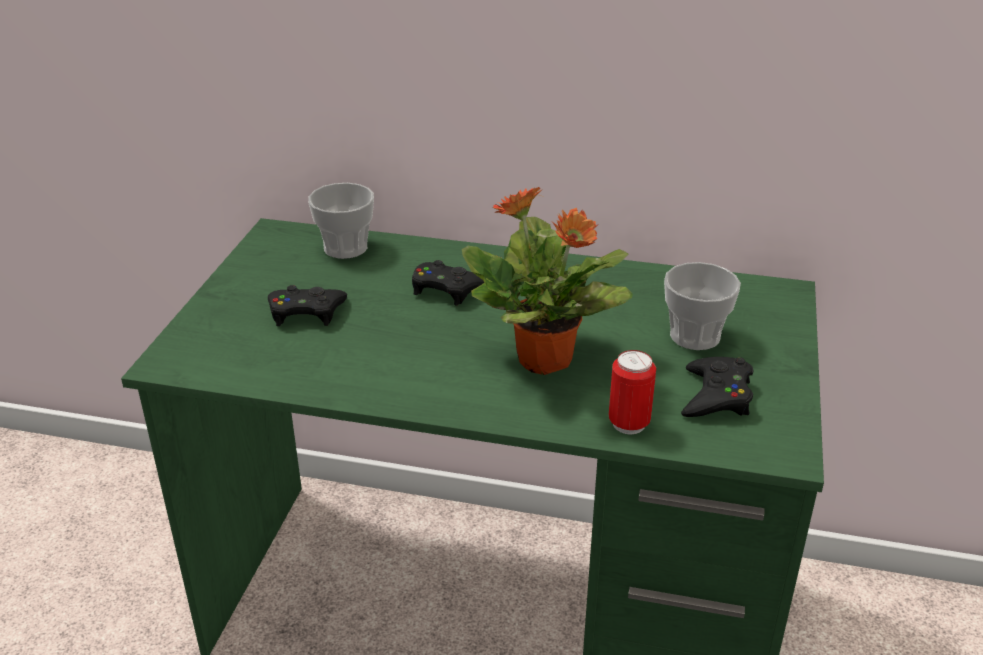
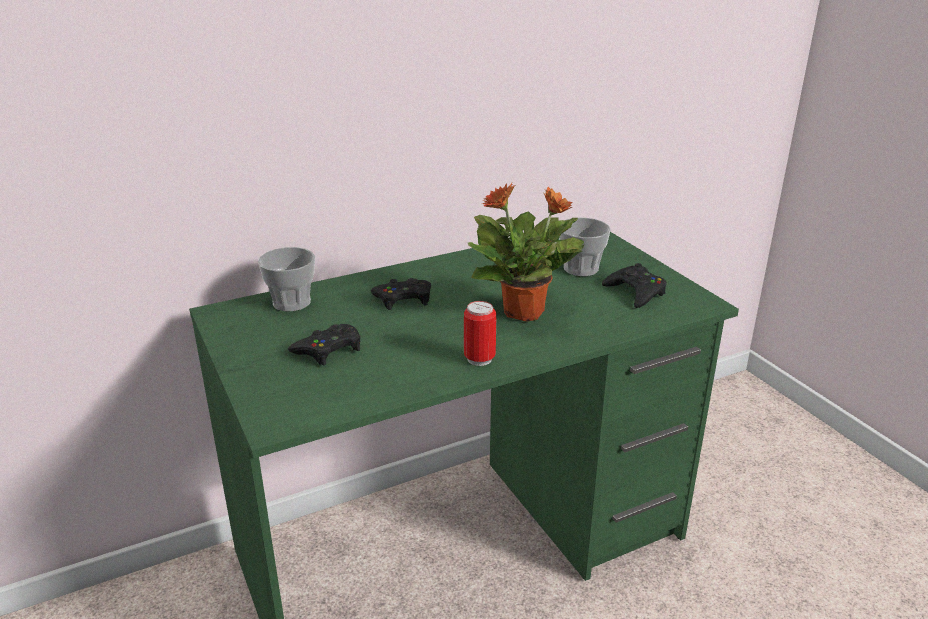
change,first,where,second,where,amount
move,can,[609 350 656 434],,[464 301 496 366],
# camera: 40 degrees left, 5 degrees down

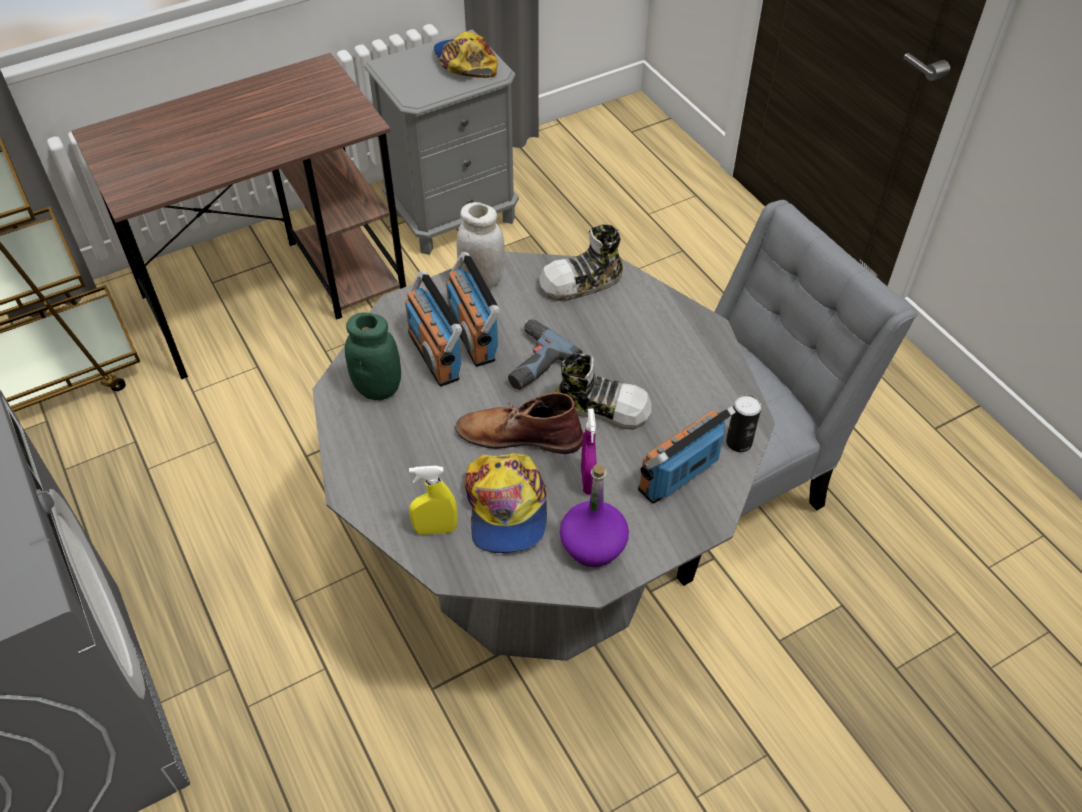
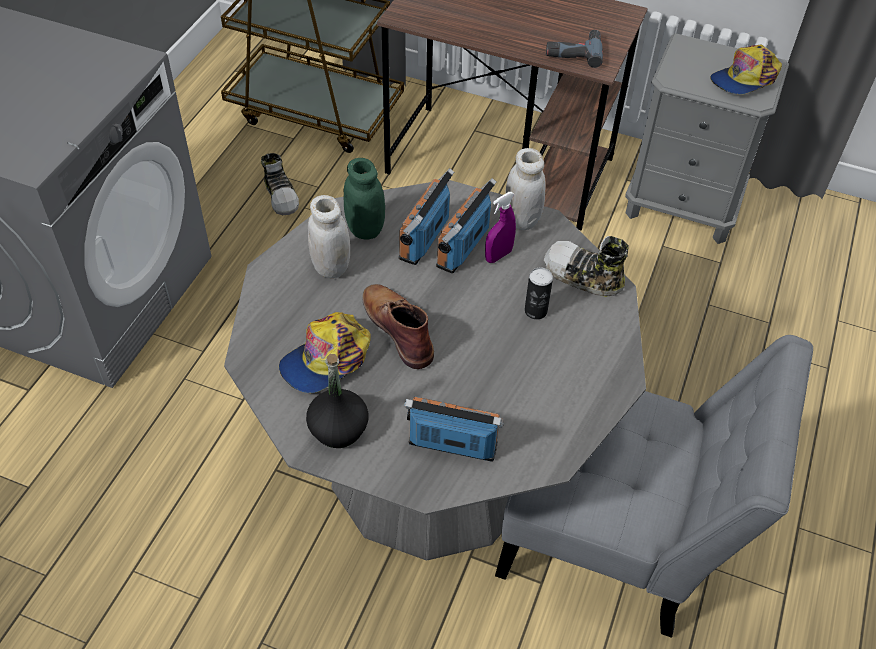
change,first,where,second,where,amount
delete,yellow_spray_bottle,[409 466 458 535],,,
rotate,cap,[434 32 498 78],,[710 45 782 94],150 degrees counterclockwise
move,power_drill,[508 319 583 390],,[546 29 603 68],
move,shoe,[555 353 652 430],,[261 153 299 215],
recolor,purple_bottle,[560 464 629 567],black_bottle,[306 354 369 448],
move,purple_spray_bottle,[581 409 597 495],,[485 192 516 263],
move,can,[726 395 762 452],,[525 268 553 320],
insert,,,white_jar,[308 195 350 278],
# camera: 50 degrees right, 0 degrees up

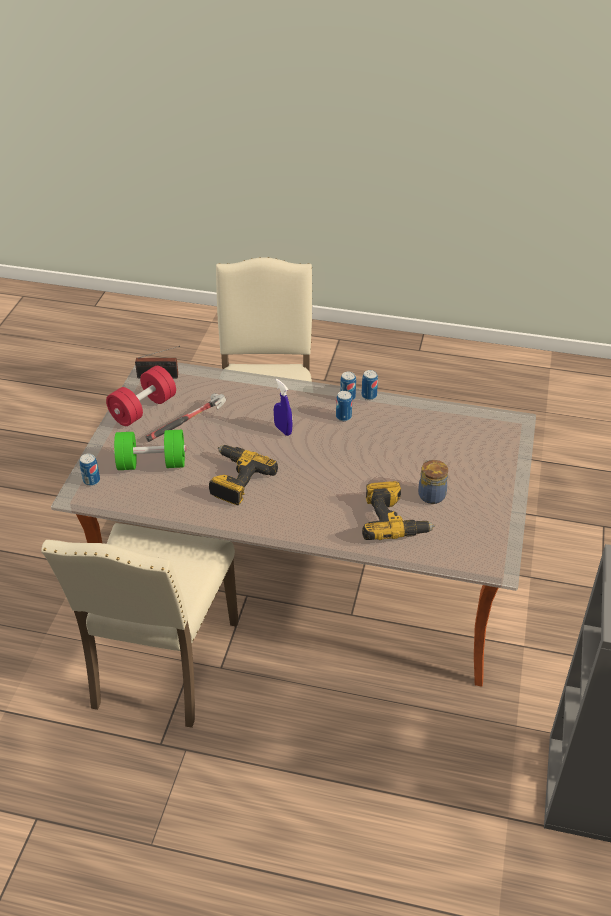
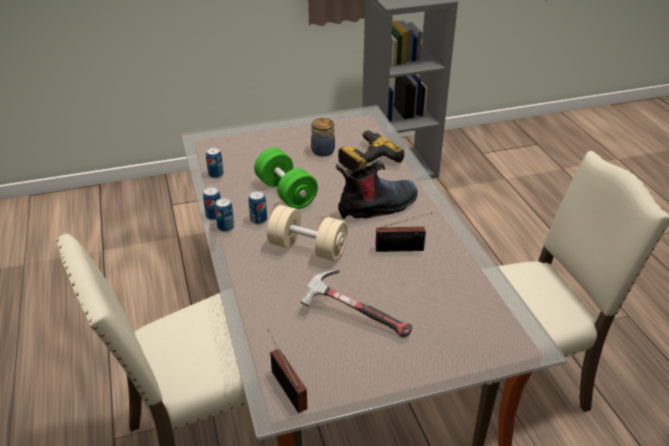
change,first,where,second,where,amount
move,can,[79 454 100 486],,[206 147 224 178],
delete,red_dumbbell,[106 366 176 426],,,
move,green_dumbbell,[114 430 186 470],,[254 148 318 209],
replace,power_drill,[209 445 278 505],radio,[375 213 432 252],
replace,blue_spray_bottle,[274 379 292 436],beige_dumbbell,[267 205 348 261],
insert,,,boot,[336 161 418 219],
# camera: 120 degrees left, 5 degrees down

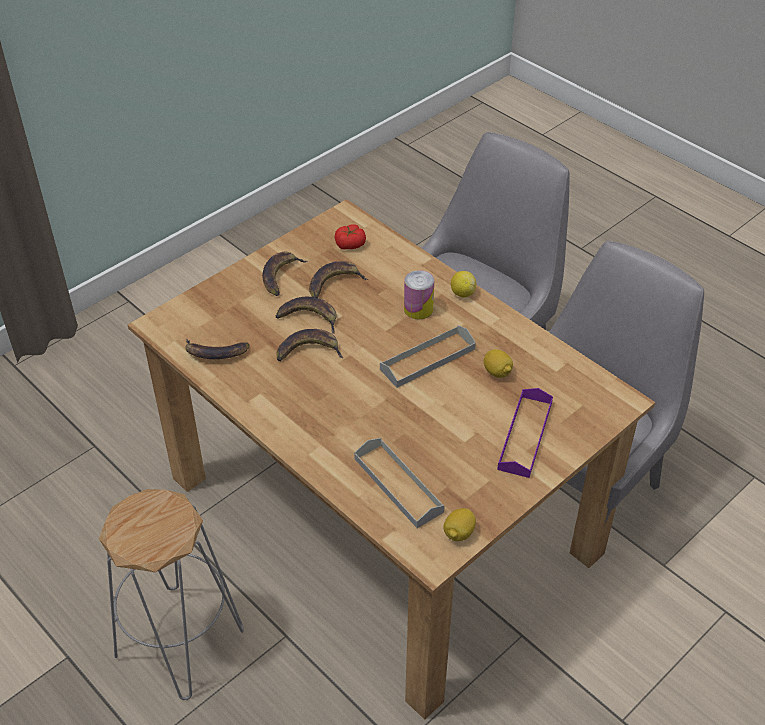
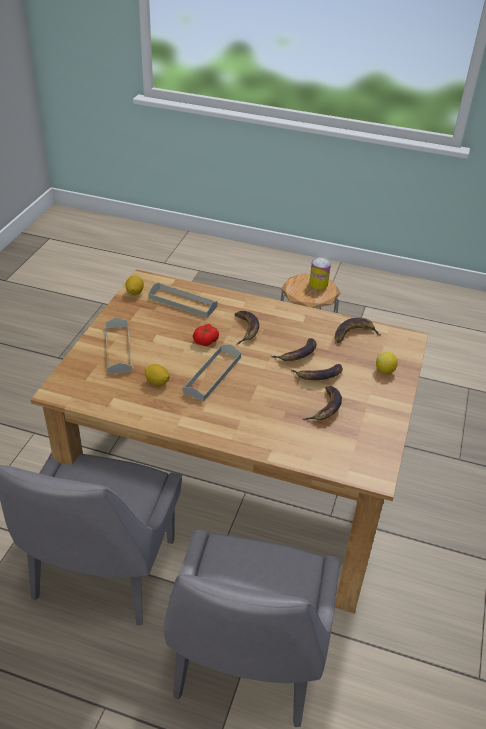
change,first,where,second,where,amount
move,banana,[262 252 307 296],,[235 311 259 345],
move,tomato,[335 224 366 250],,[193 324 219 346],
move,can,[404 270 434 320],,[309 257 331 289],
move,lemon,[451 271 476 298],,[376 352 398 373],
recolor,purple_tray,[497 388 553 478],grey_tray,[105 317 132 374],
# camera: 150 degrees right, 5 degrees down

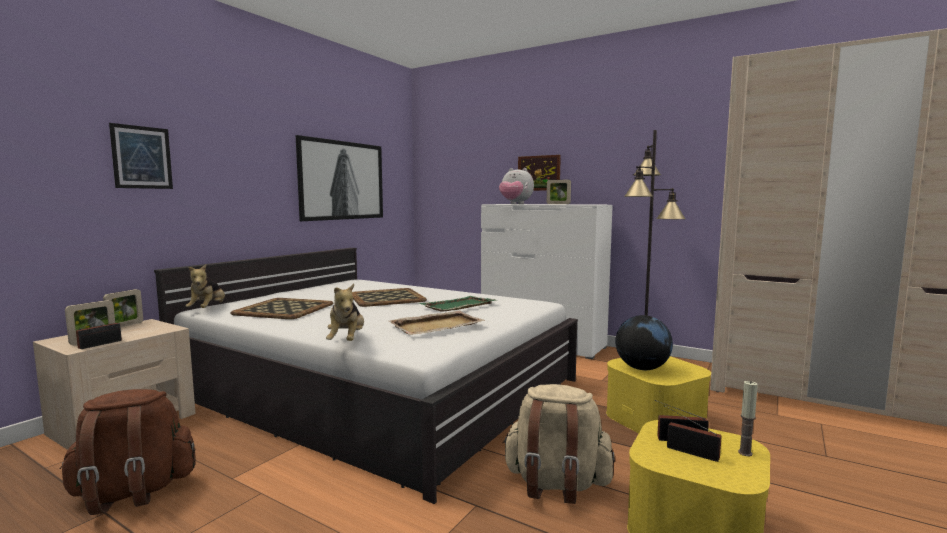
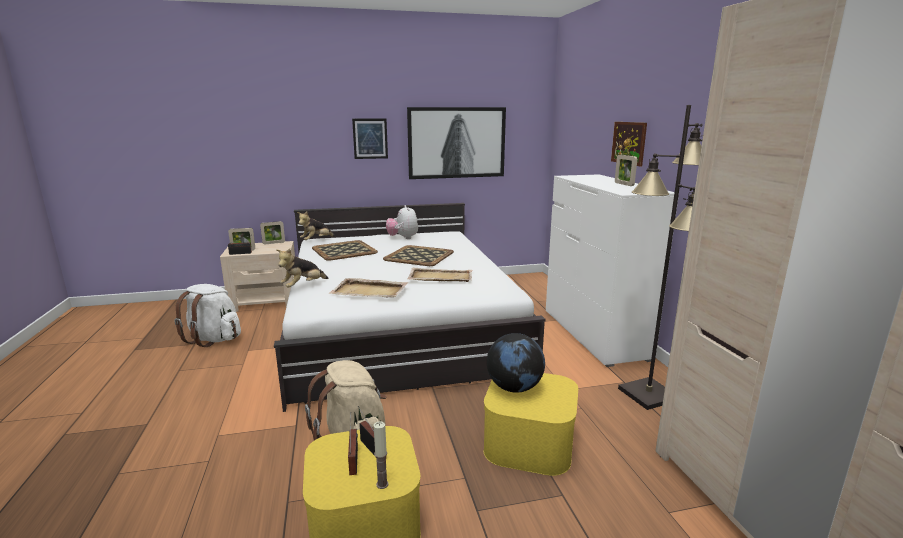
change,first,where,second,where,amount
recolor,brown_backpack,[59 389 196 515],white_backpack,[174 284 241 347],
move,picture,[109 123 173 189],,[352 119 388 159],
recolor,green_tray,[418 296 497 312],beige_tray,[407 268 472 282],
move,plush_toy,[499 168 534 204],,[386 205 418 239],
# camera: 45 degrees right, 10 degrees up

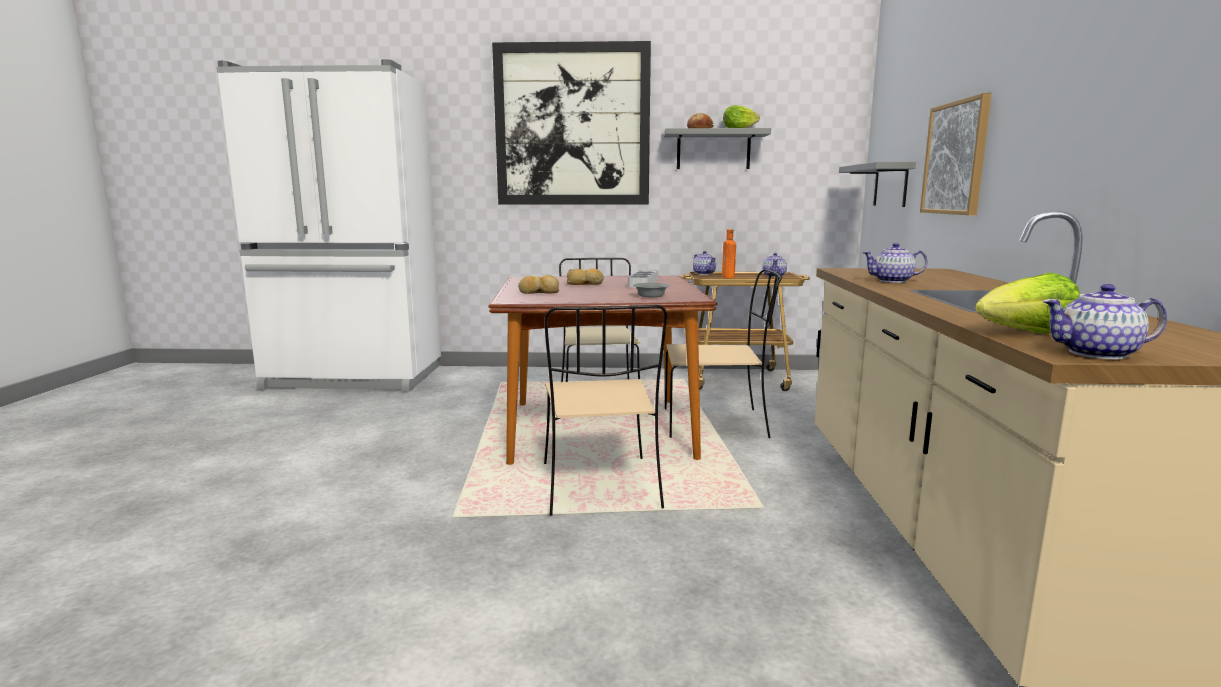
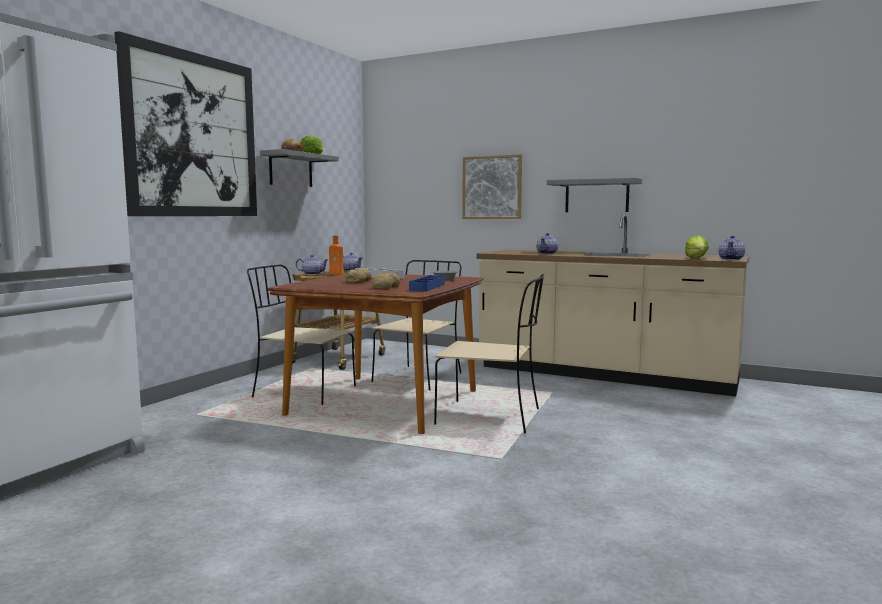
change,first,where,second,where,amount
move,grey_shelf,[839 162 916 207],,[547 178 642 212],
insert,,,blue_tray,[409 275 445 292],
# camera: 65 degrees left, 5 degrees down

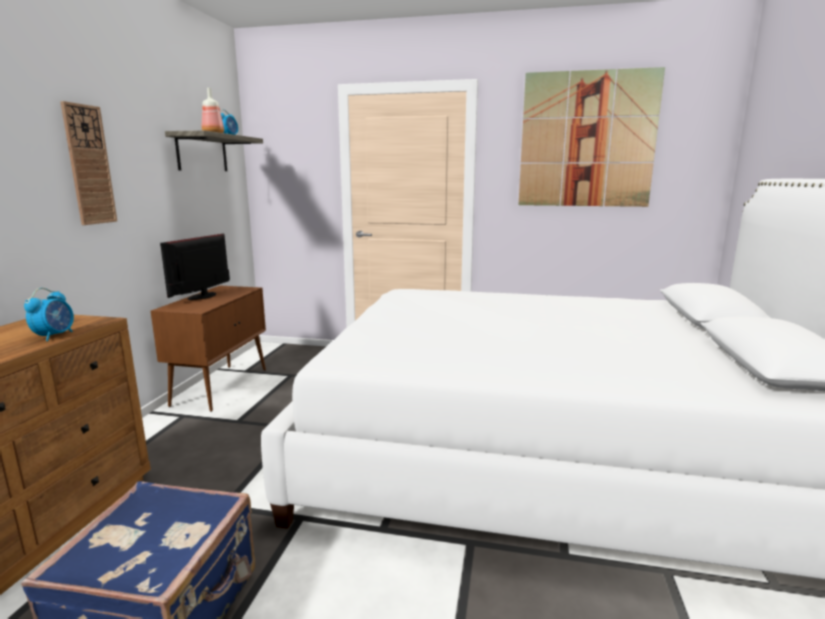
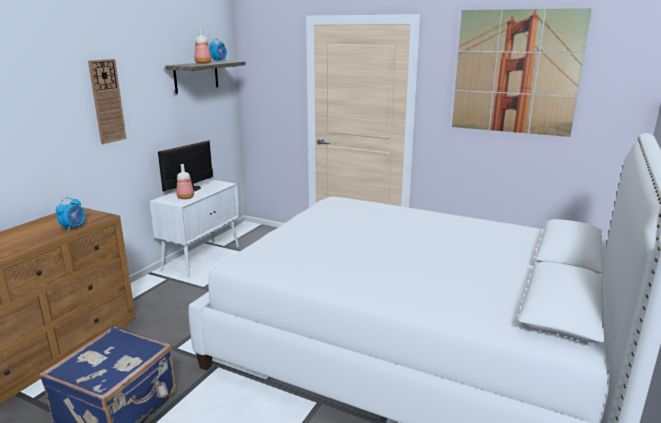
change,first,where,second,where,amount
recolor,brown_cabinet,[151 286 266 412],white_cabinet,[150 179 239 278],
insert,,,bottle,[177 164 194 199],
# camera: 15 degrees right, 5 degrees up

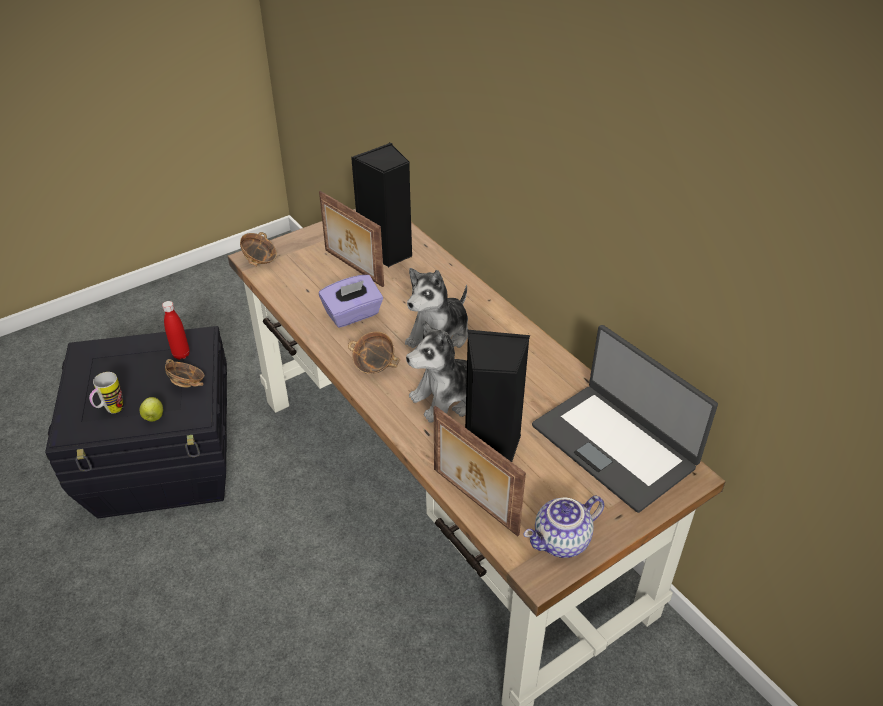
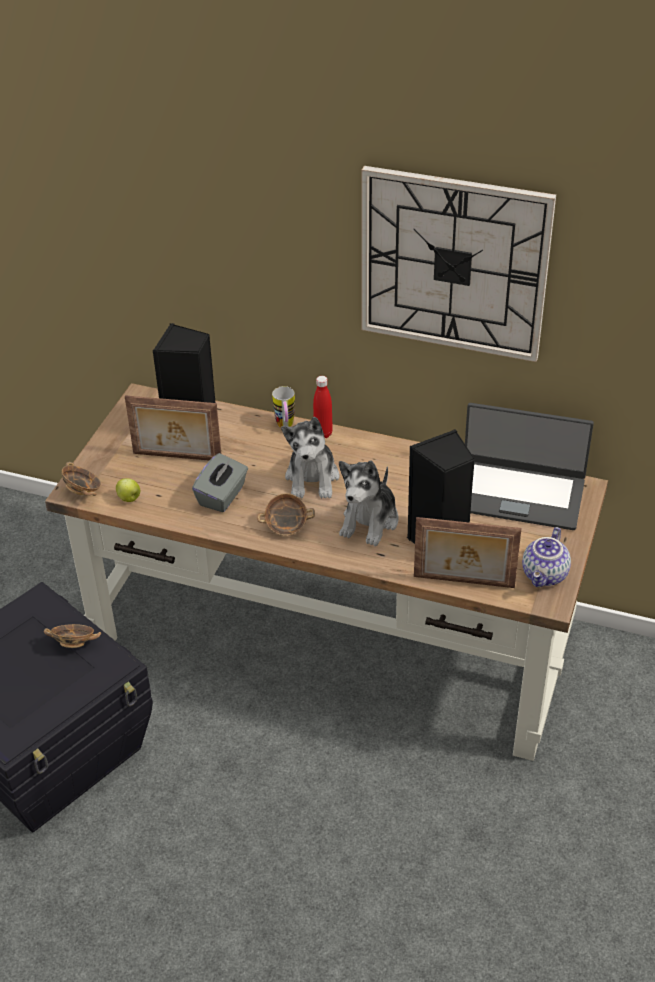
change,first,where,second,where,amount
move,mug,[89 372 124 413],,[272 386 295 428],
move,apple,[140 397 163 421],,[116 478 140 502],
move,red_bottle,[162 301 190 360],,[313 376 333 438],
recolor,purple_tissue_box,[319 275 383 328],grey_tissue_box,[192 453 248 512],
insert,,,wall_clock,[361 166 556 362],
# camera: 35 degrees left, 0 degrees up

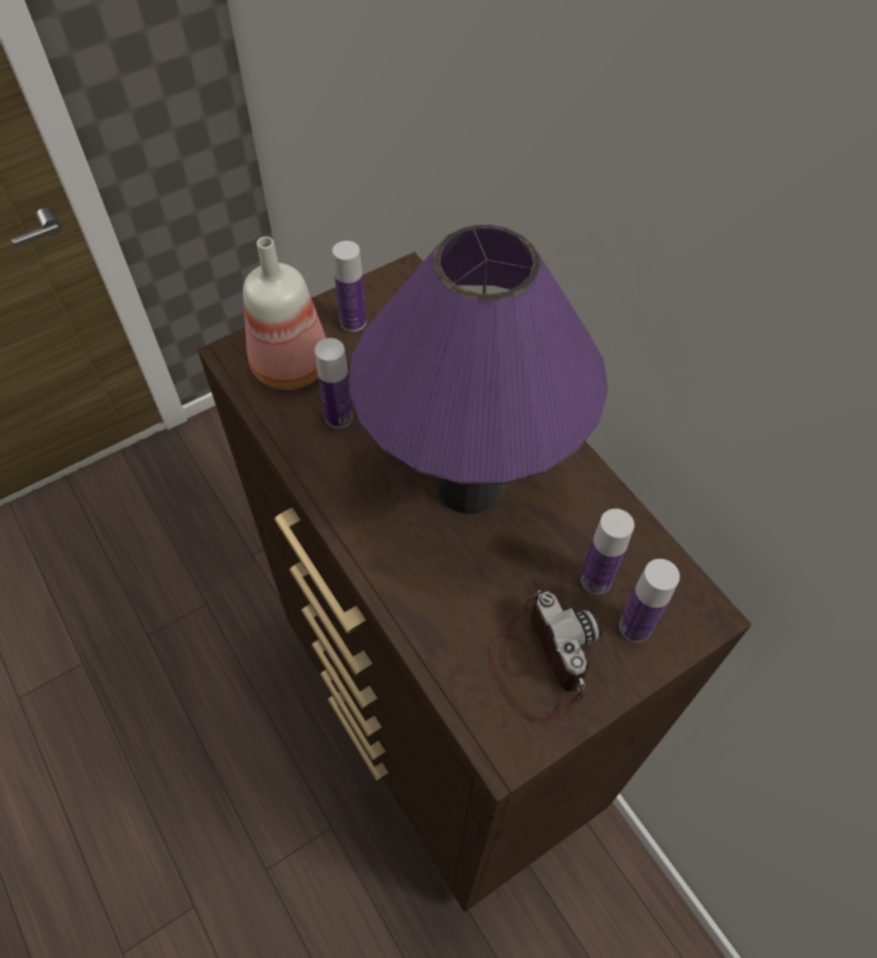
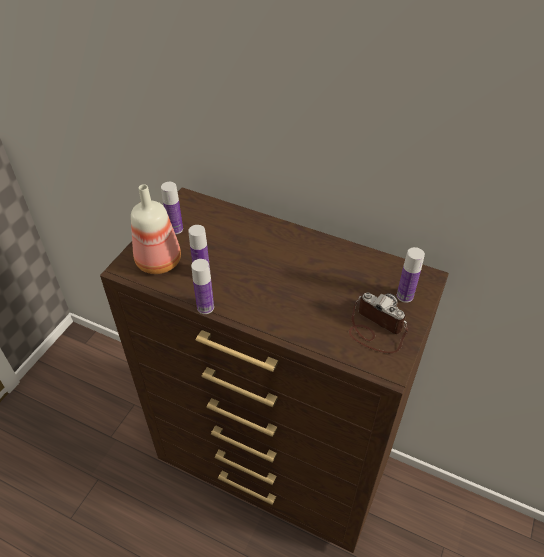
change,first,where,second,where,amount
delete,purple_table_lamp,[349 225 608 514],,,
move,bottle,[581 509 634 594],,[191 259 214 314],
# camera: 30 degrees left, 10 degrees down

